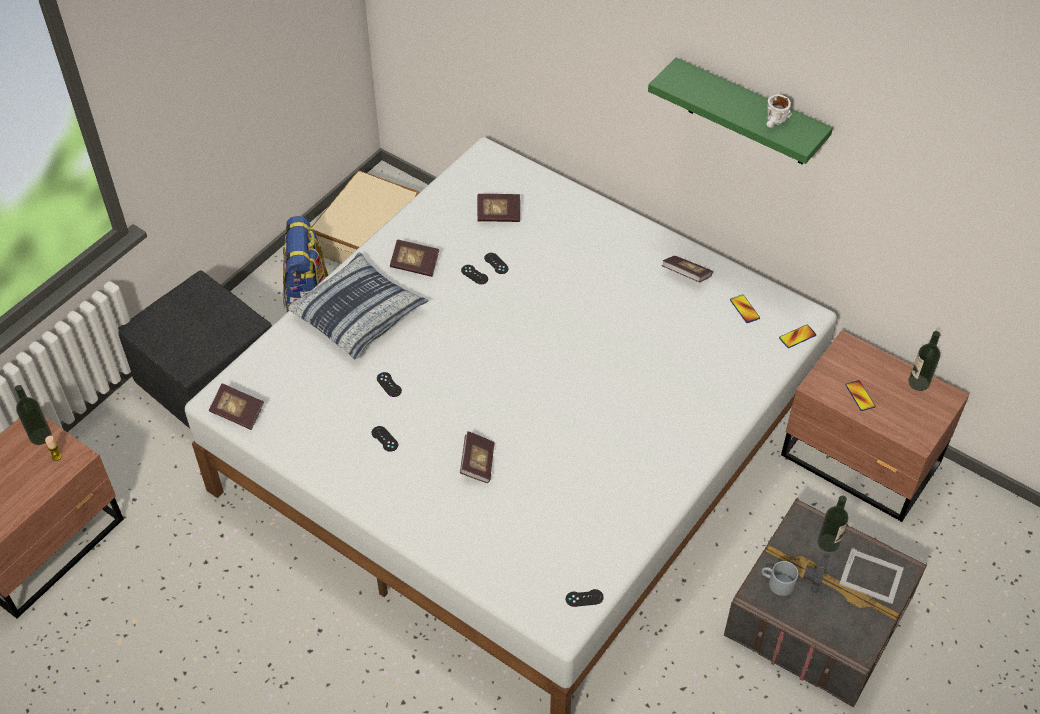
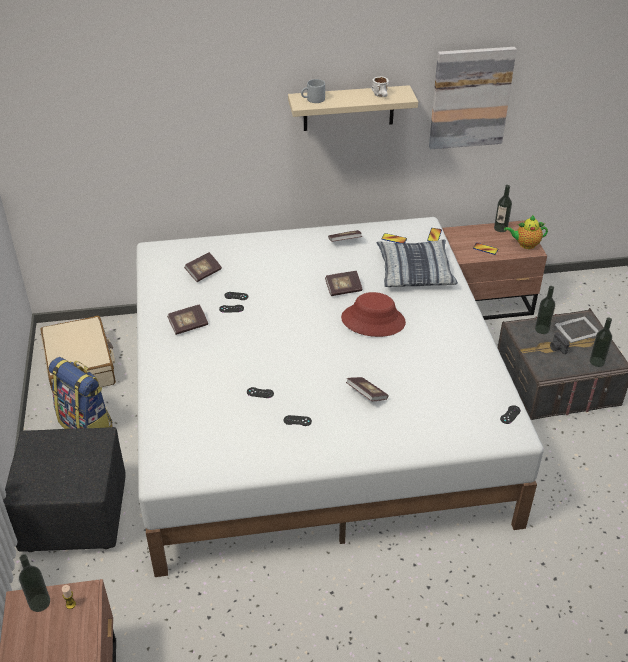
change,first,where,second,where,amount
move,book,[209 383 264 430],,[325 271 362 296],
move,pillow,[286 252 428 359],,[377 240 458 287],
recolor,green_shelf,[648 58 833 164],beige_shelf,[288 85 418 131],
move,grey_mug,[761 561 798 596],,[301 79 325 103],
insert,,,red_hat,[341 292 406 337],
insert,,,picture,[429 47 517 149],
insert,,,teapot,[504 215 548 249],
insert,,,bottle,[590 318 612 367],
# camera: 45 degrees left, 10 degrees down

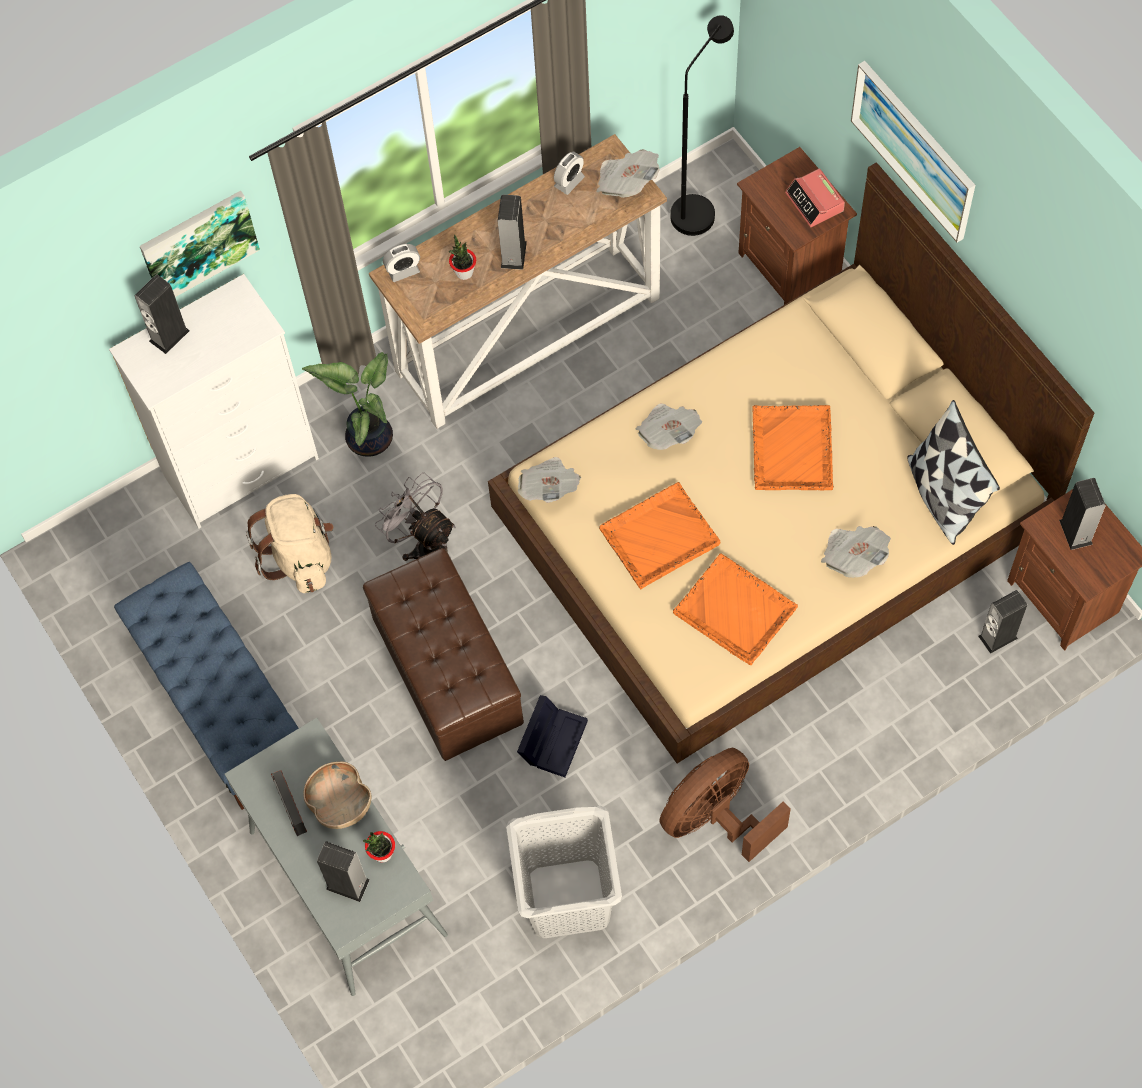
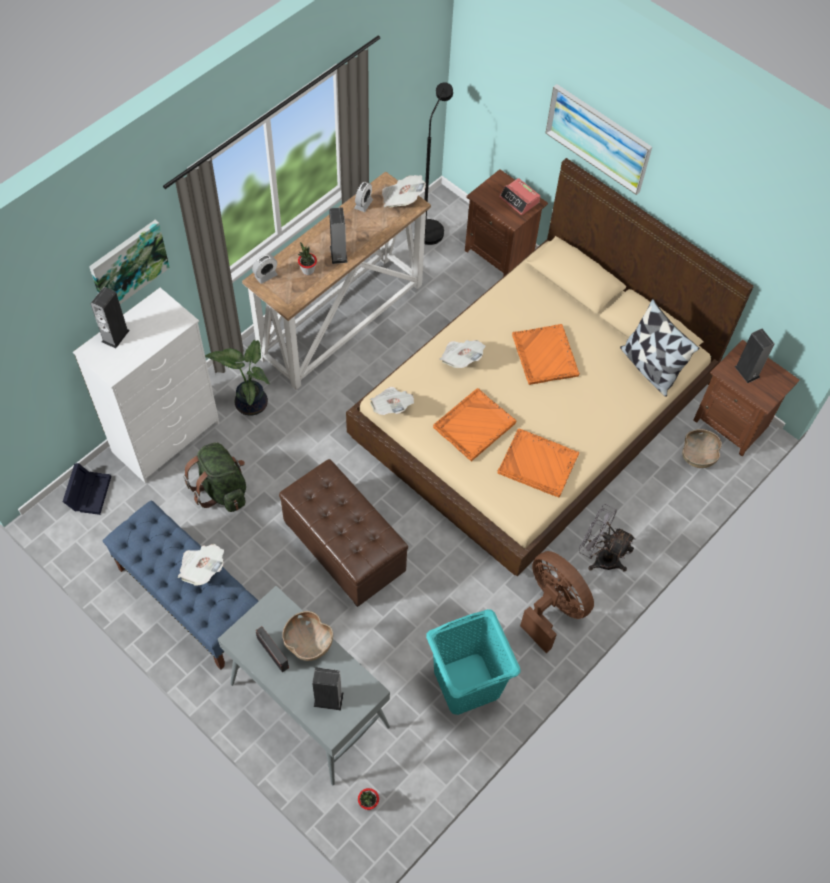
change,first,where,second,where,amount
recolor,beige_backpack,[246 494 333 593],green_backpack,[183 442 246 512],
move,potted_plant,[363 831 395 862],,[358 788 379 810],
move,grey_fan,[375 472 456 561],,[579 504 636 572],
recolor,grey_laundry_basket,[506 806 622 938],turquoise_laundry_basket,[426 609 520 715],
move,black_storage_box,[517 695 588 777],,[63 463 111 515],
rotate,brown_fan,[659 748 791 862],,[520 551 594 653],105 degrees clockwise
move,newspaper,[821 526 891 578],,[178 544 224 586],
replace,speaker,[978 590 1027 654],brown_bowl,[682 429 722 468],
# camera: 20 degrees left, 5 degrees down

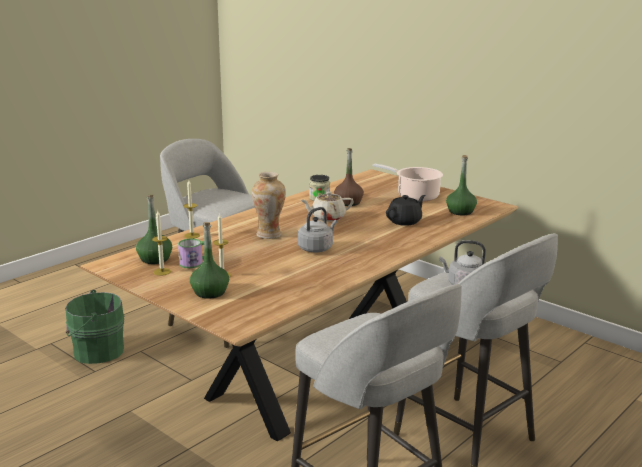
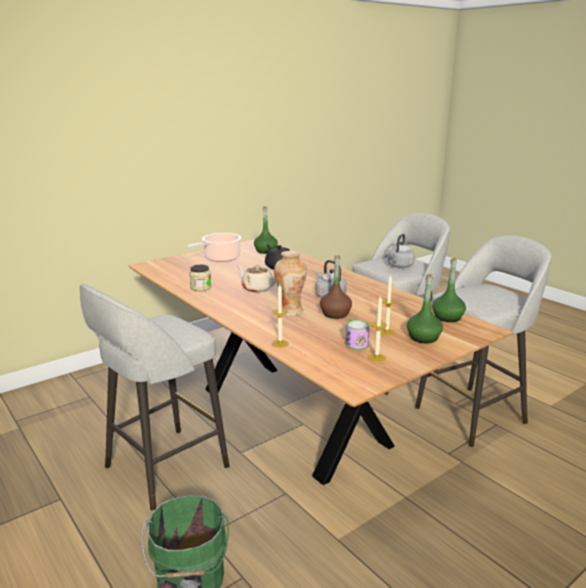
change,first,where,second,where,amount
move,green_bottle,[136 194 172 264],,[432 258 466 322],
rotate,beige_teapot,[300 192 354 222],,[237 265 276 293],135 degrees clockwise
move,brown_bottle,[334 148 364 206],,[320 256 352 319],
# camera: 80 degrees left, 0 degrees up

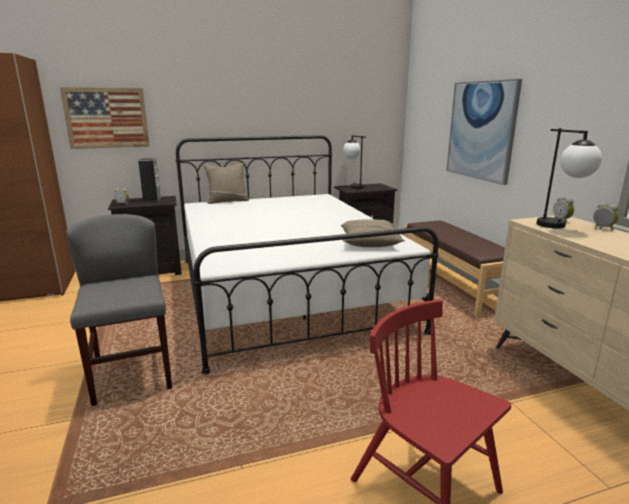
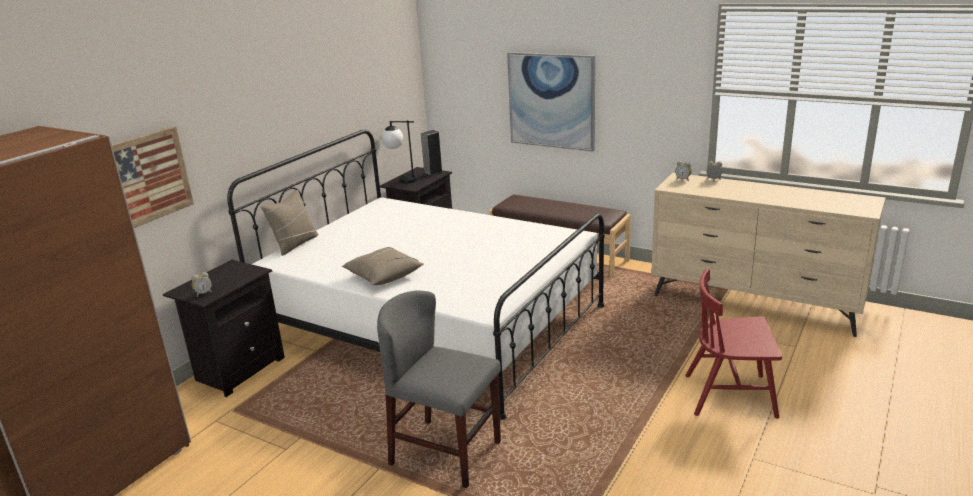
change,first,where,second,where,amount
move,speaker,[138 158 162 203],,[421 130 443 177],
move,beige_pillow,[341 220 405 247],,[342 247 424 285],
delete,table_lamp,[536 128 602 229],,,
# camera: 40 degrees left, 5 degrees up

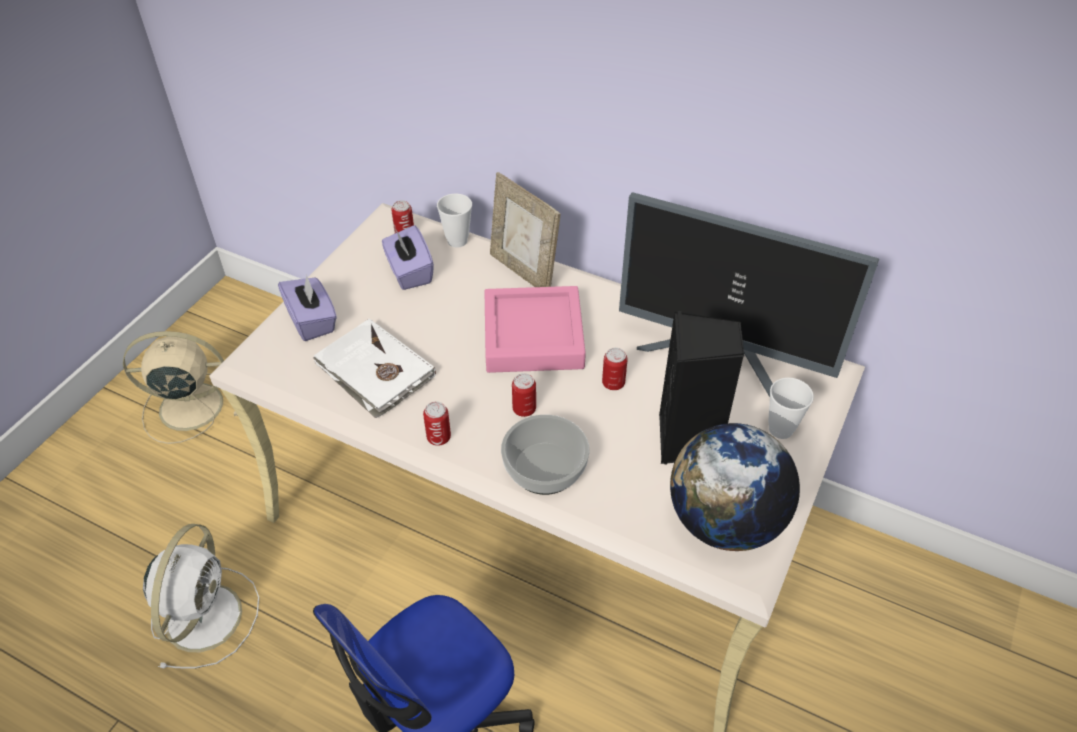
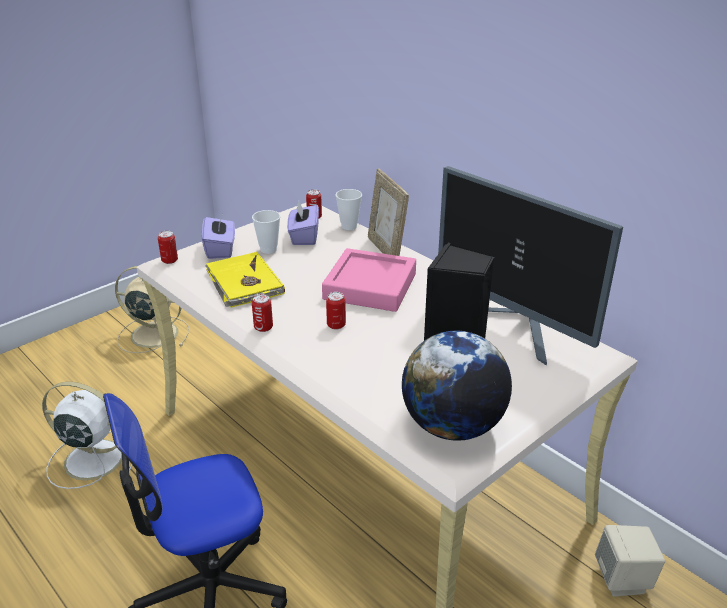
change,first,where,second,where,amount
rotate,white_fan,[143 524 259 669],,[42 382 133 489],105 degrees counterclockwise
recolor,white_book,[313 319 436 418],yellow_book,[205 252 285 307],
delete,bowl,[501 415 590 495],,,
move,can,[602 348 628 390],,[158 231 178 264],
move,cup,[768 377 814 439],,[252 210 280 254],
insert,,,beige_speaker,[595 525 665 597],
# camera: 20 degrees right, 15 degrees down

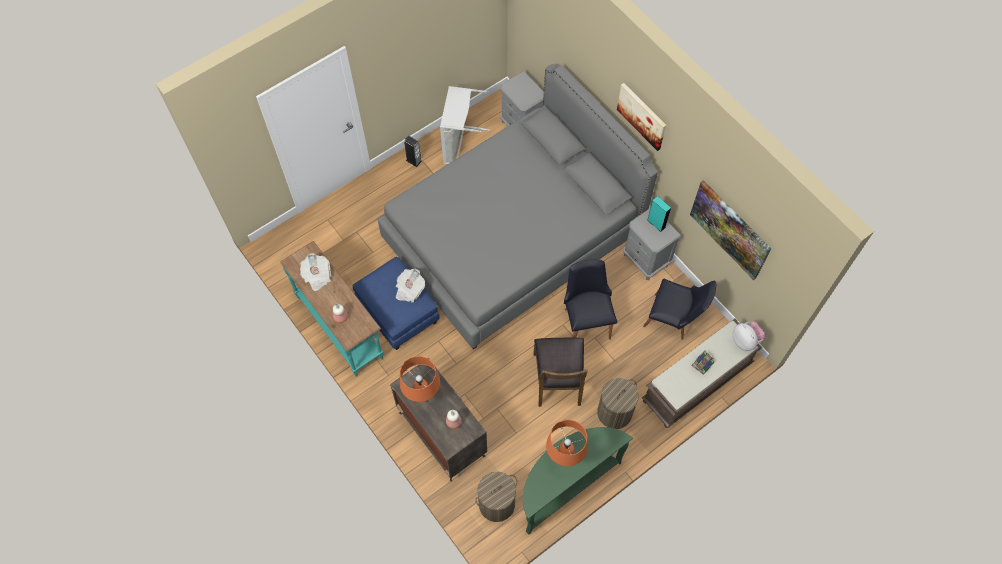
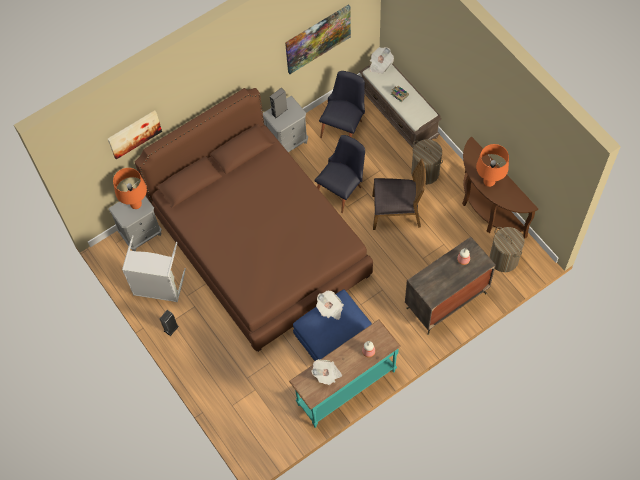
change,first,where,second,where,amount
recolor,grey_bed,[377 64 658 350],brown_bed,[134 88 373 352],
move,orange_table_lamp,[400 356 440 402],,[113 168 147 209],
recolor,green_console_table,[523 427 633 535],brown_console_table,[462 136 538 239],
rotate,black_chair,[564 259 617 340],,[314 135 365 213],135 degrees clockwise
move,picture,[617 83 666 151],,[108 111 162 159],
recolor,turquoise_speaker,[647 196 671 232],grey_speaker,[270 88 288 118],
replace,plush_toy,[733 321 765 351],newspaper,[369 47 394 74],
# camera: 85 degrees left, 0 degrees up

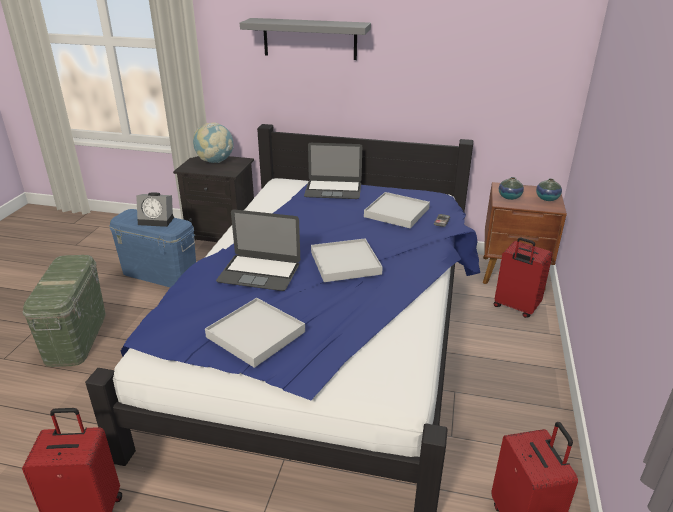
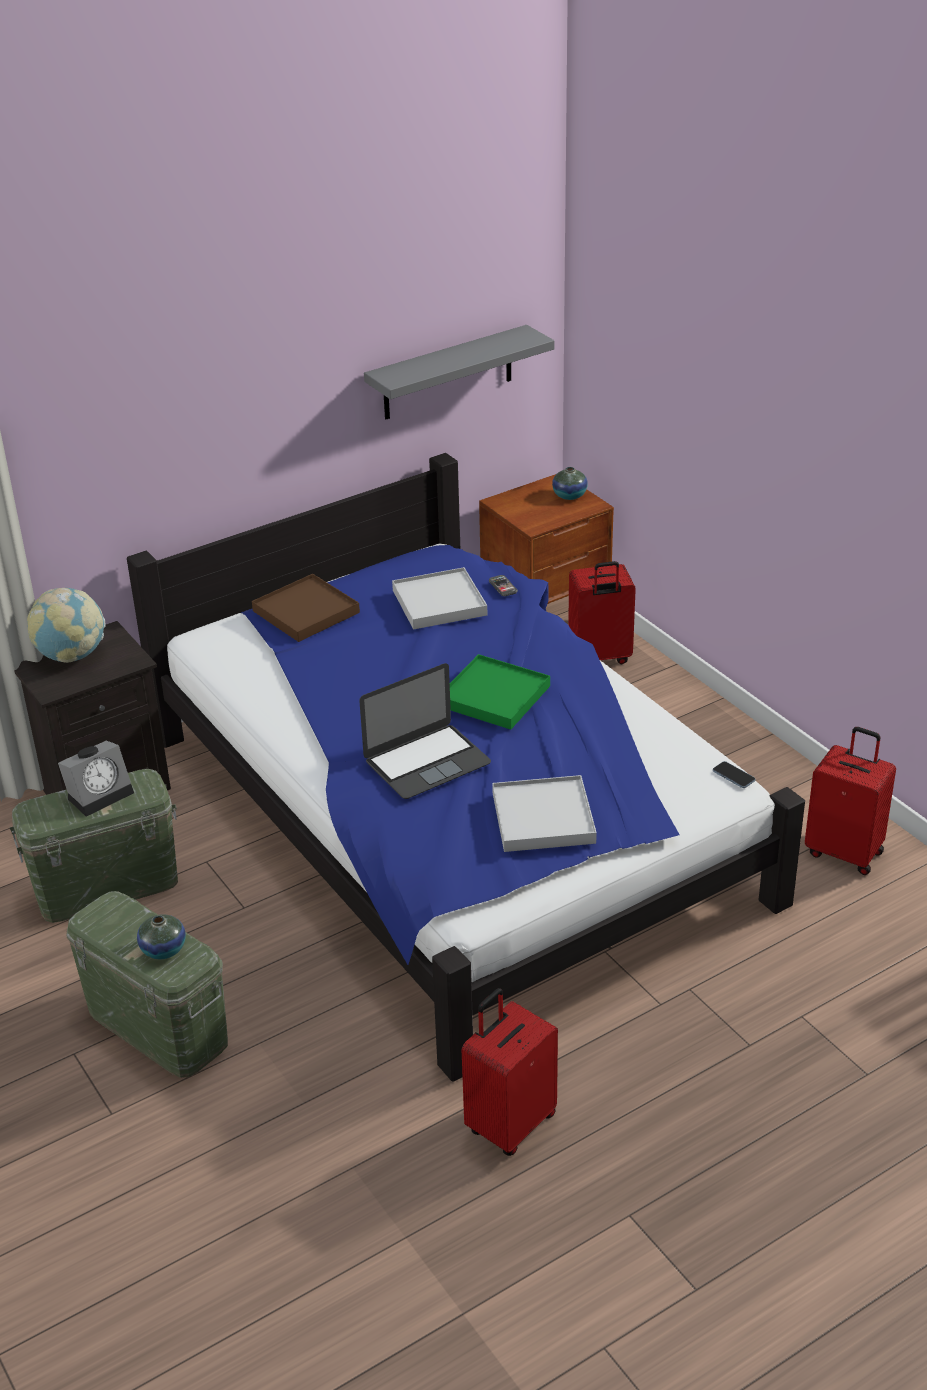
change,first,where,second,where,amount
recolor,blue_storage_box,[109 209 196 288],green_storage_box,[10 769 178 923],
move,grey_shelf,[240 18 371 60],,[364 325 555 419],
replace,laptop,[304 143 362 199],brown_tray,[252 574 360 642],
recolor,white_tray,[311 238 383 282],green_tray,[450 654 550 730],
move,vase,[499 177 524 200],,[137 914 186 959],
insert,,,phone,[713 761 755 788],
# camera: 45 degrees left, 5 degrees up

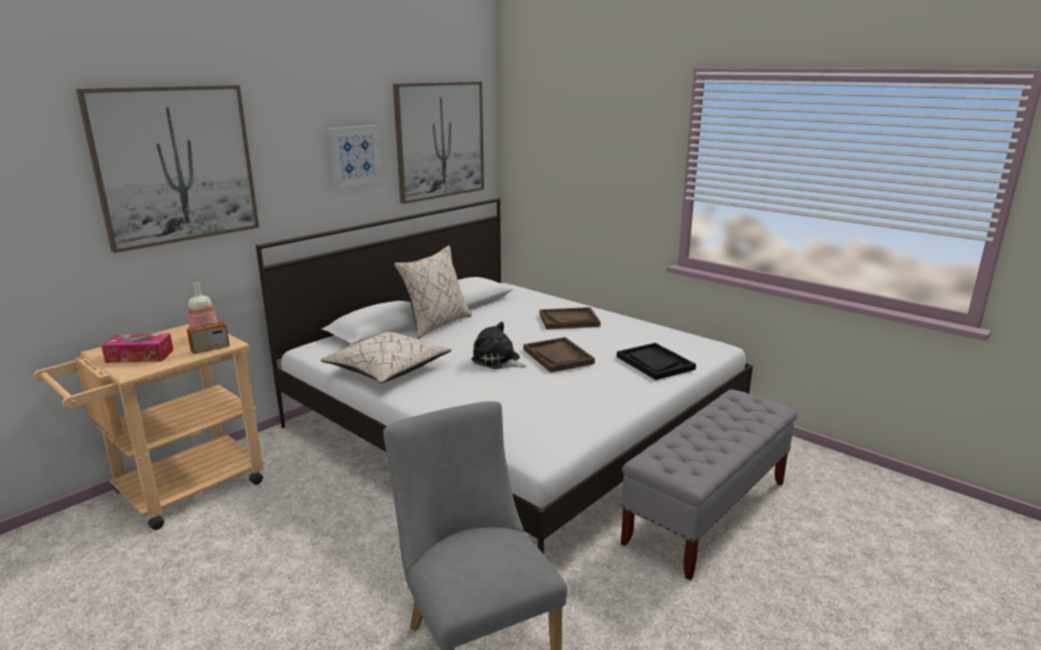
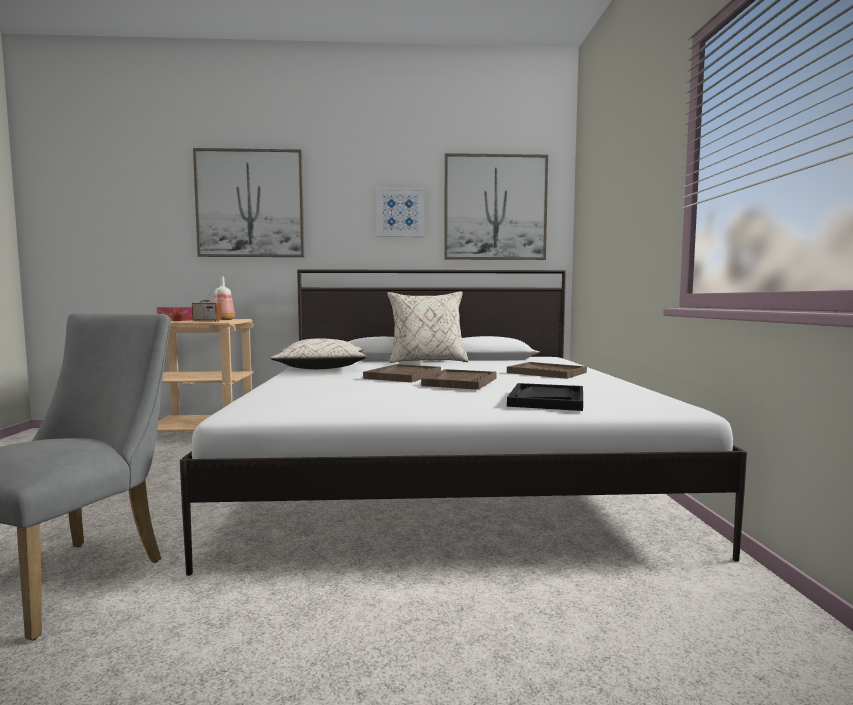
change,first,where,second,where,amount
replace,plush_toy,[472 322 527 369],brown_tray,[363 364 441 382],
delete,grey_bench,[621 389 797 580],,,
# camera: 45 degrees right, 15 degrees down

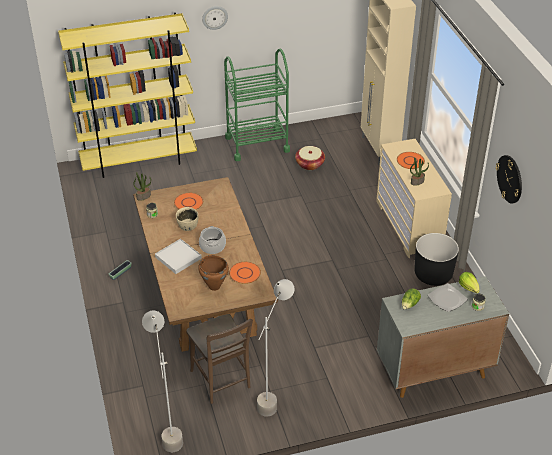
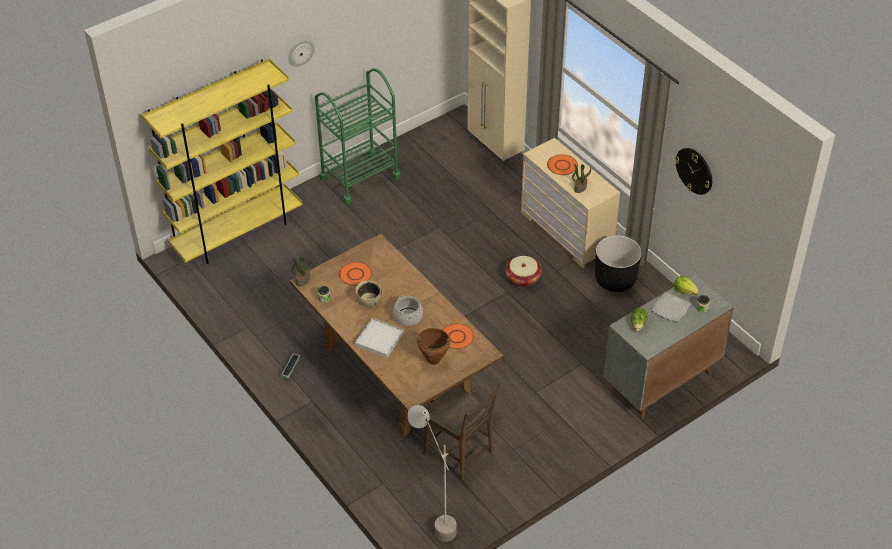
change,first,where,second,where,amount
delete,grey_floor_lamp,[257 279 294 417],,,
move,basket,[295 146 325 170],,[505 256 542 287],
# camera: 20 degrees left, 5 degrees up

